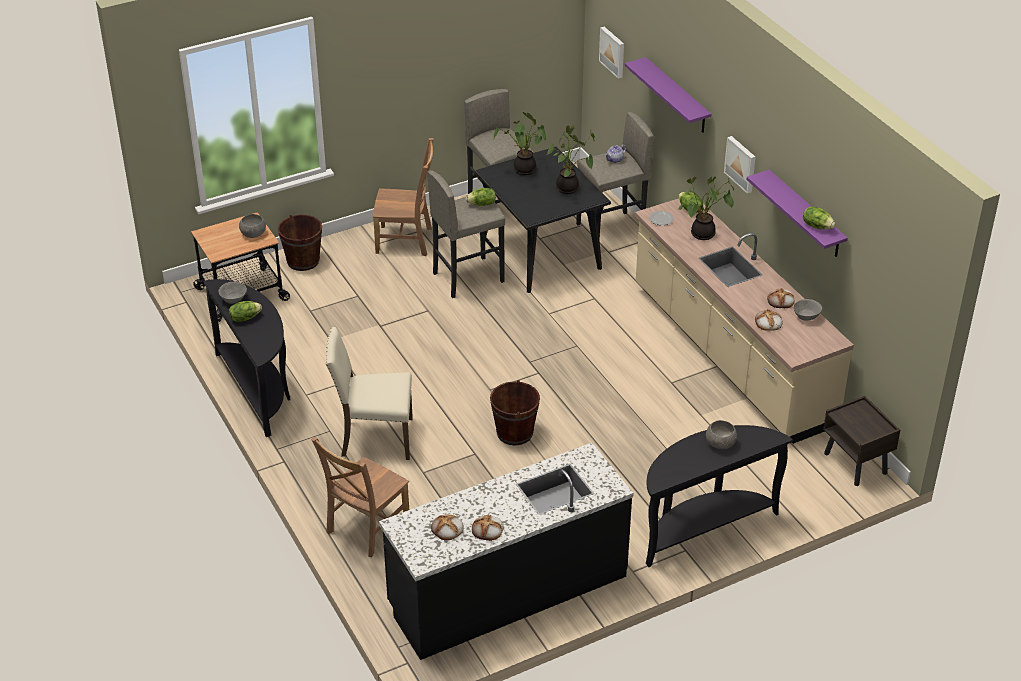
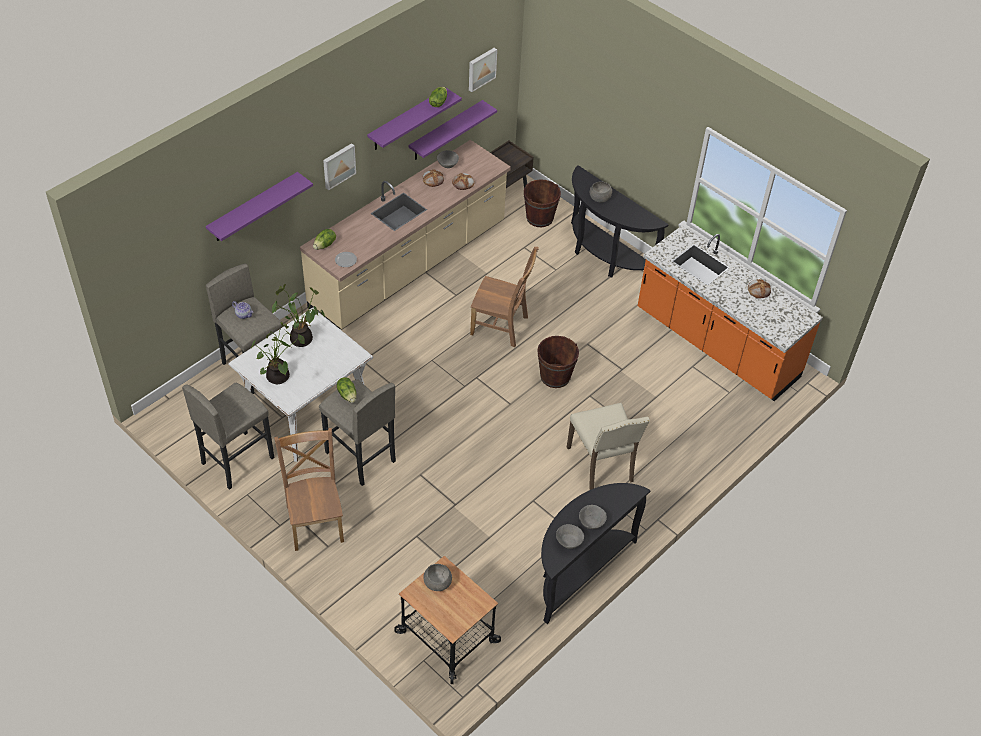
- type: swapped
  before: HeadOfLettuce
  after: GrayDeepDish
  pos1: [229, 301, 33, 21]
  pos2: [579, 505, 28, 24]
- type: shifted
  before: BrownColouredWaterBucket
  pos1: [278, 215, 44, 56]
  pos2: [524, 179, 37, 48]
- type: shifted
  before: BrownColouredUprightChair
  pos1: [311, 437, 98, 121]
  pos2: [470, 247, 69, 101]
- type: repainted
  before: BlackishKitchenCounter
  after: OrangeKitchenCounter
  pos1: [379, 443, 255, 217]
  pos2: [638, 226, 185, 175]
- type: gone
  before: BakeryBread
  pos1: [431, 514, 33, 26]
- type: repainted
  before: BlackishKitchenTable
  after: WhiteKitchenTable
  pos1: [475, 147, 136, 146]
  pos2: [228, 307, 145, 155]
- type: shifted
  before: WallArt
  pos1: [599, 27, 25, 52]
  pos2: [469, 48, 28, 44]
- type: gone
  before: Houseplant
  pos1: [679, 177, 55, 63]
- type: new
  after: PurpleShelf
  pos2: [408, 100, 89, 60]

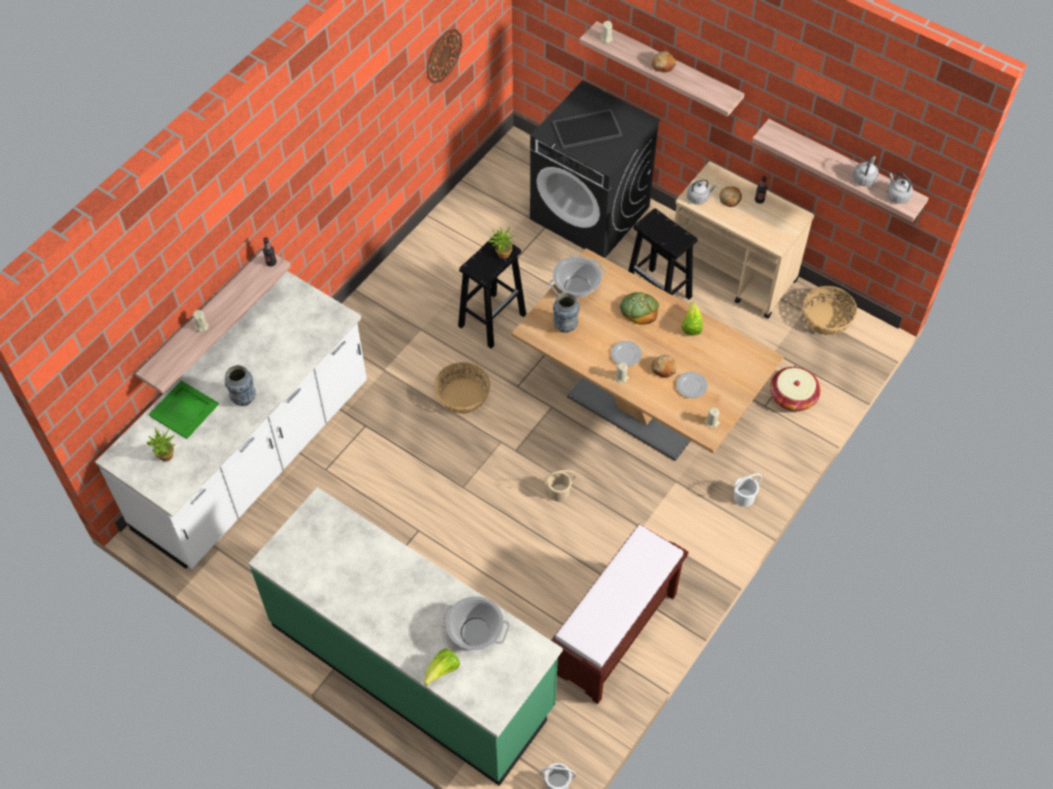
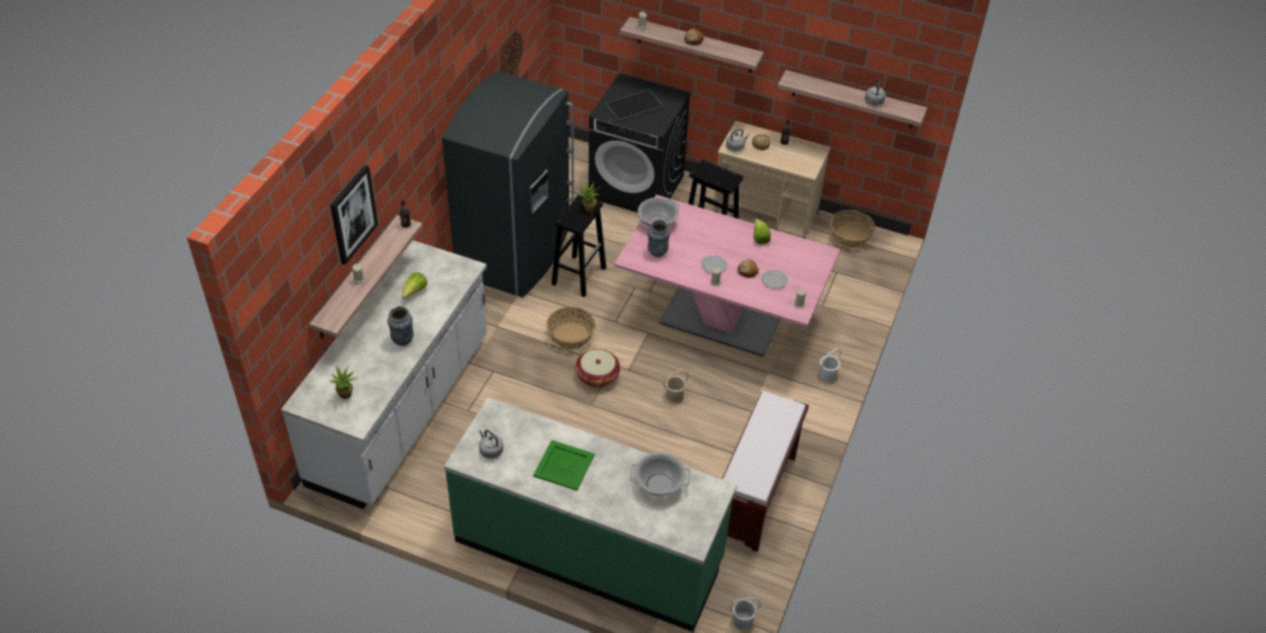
- type: shifted
  before: GreenishCarryingTray
  pos1: [149, 381, 70, 58]
  pos2: [533, 440, 62, 51]
- type: shifted
  before: HeadOfLettuce
  pos1: [424, 649, 36, 37]
  pos2: [402, 272, 26, 27]
- type: repainted
  before: BrownColouredKitchenTable
  after: PinkishKitchenTable
  pos1: [511, 248, 273, 213]
  pos2: [614, 195, 226, 162]
- type: gone
  before: BakeryBread
  pos1: [620, 292, 39, 32]
- type: shifted
  before: HouseholdBasket
  pos1: [770, 367, 51, 44]
  pos2: [575, 349, 45, 39]
- type: shifted
  before: GrayWaterKettle
  pos1: [887, 173, 26, 31]
  pos2: [479, 430, 24, 29]
- type: new
  after: WallArt
  pos2: [330, 165, 48, 100]
- type: new
  after: GrayRefrigerator
  pos2: [442, 71, 132, 227]

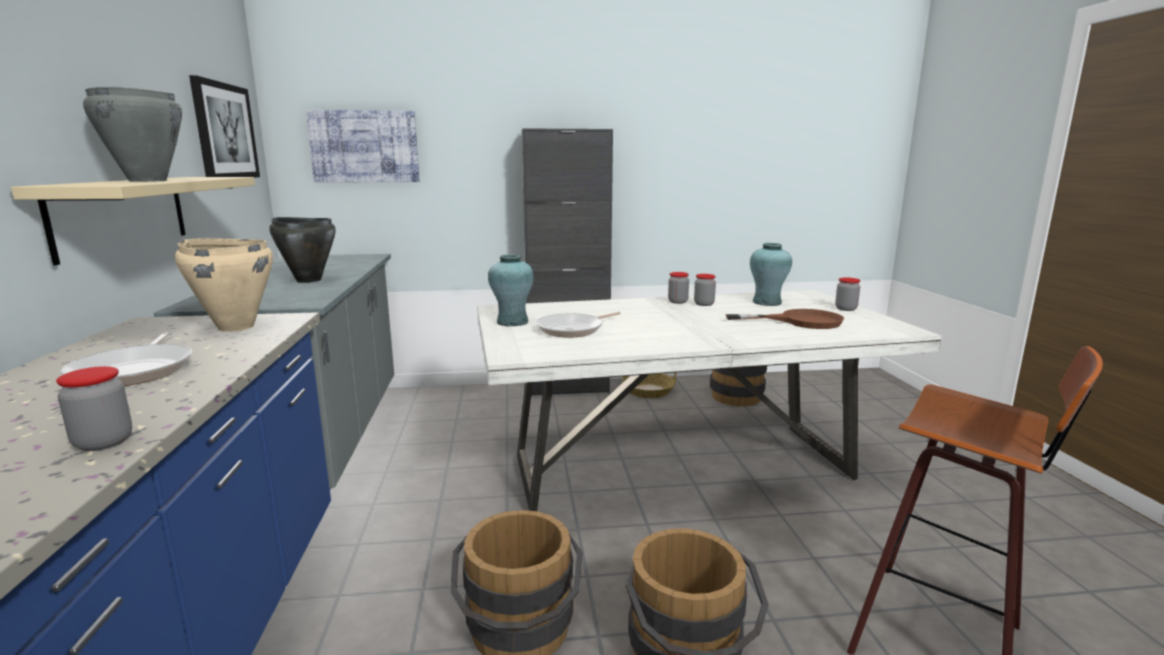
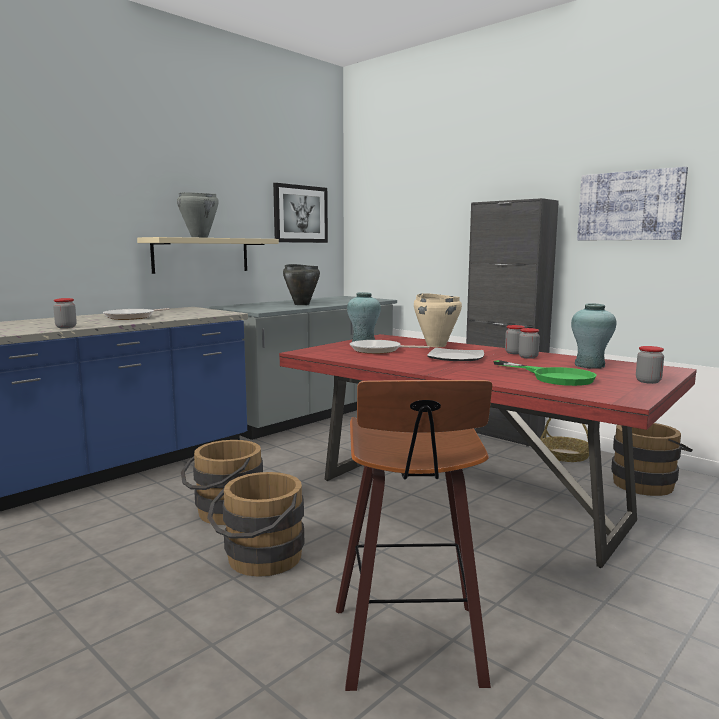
- type: shifted
  before: BeigeColouredCookingPot
  pos1: [175, 238, 98, 94]
  pos2: [414, 293, 48, 54]
- type: shifted
  before: WallArt
  pos1: [306, 110, 113, 72]
  pos2: [577, 167, 111, 73]
- type: repainted
  before: WhiteKitchenTable
  after: RedColouredKitchenTable
  pos1: [477, 290, 465, 221]
  pos2: [279, 334, 418, 234]
- type: repainted
  before: BrownColouredSkillet
  after: GreenishSkillet
  pos1: [726, 309, 118, 20]
  pos2: [493, 360, 104, 26]
- type: new
  after: Plate
  pos2: [427, 348, 57, 13]

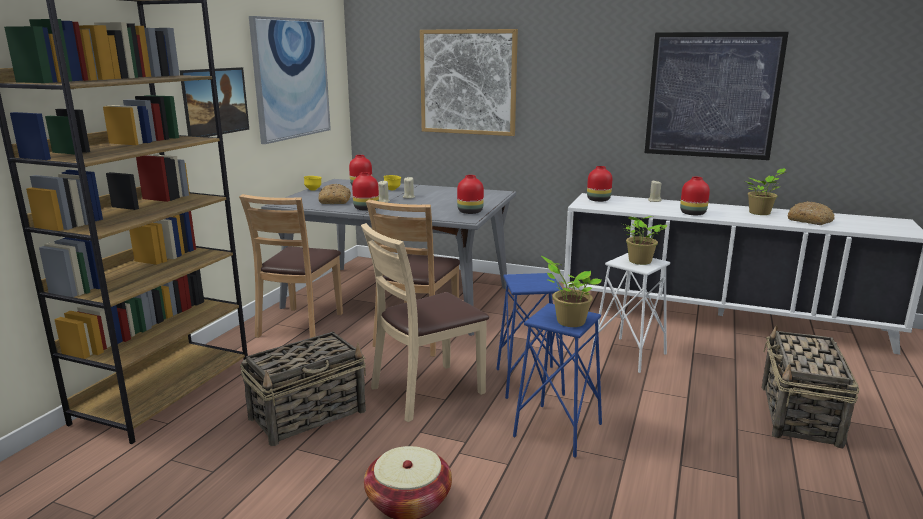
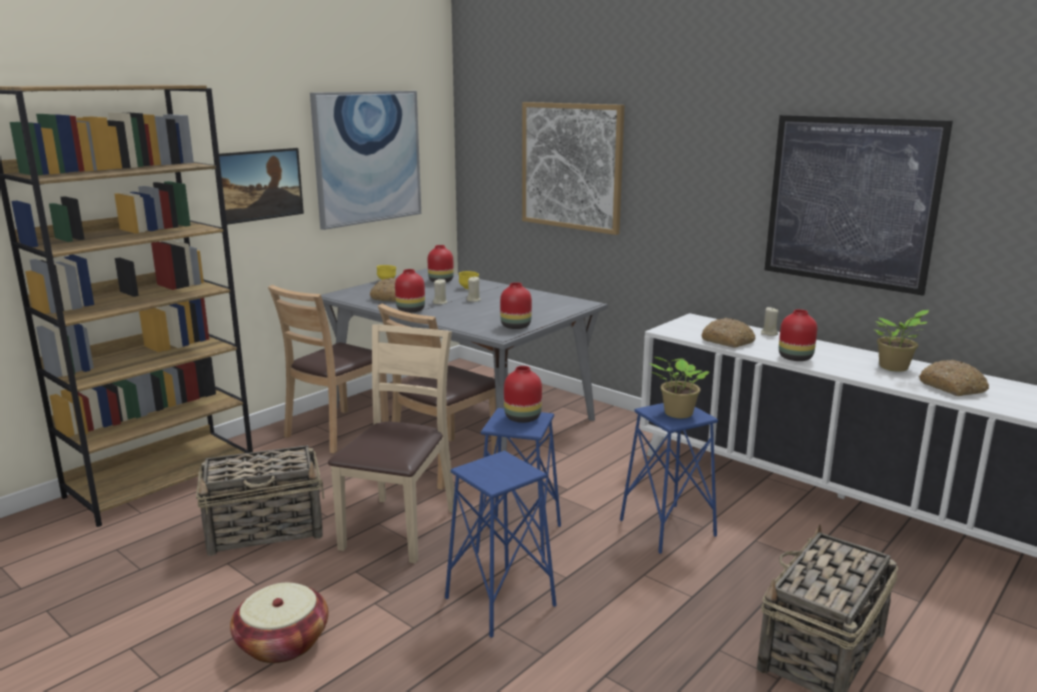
- type: rotated
  before: BeigeColouredUprightChair
  pos1: [361, 223, 128, 199]
  pos2: [328, 324, 129, 239]
  turn: 120
- type: gone
  before: Houseplant
  pos1: [541, 256, 61, 71]
- type: shifted
  before: RedColouredFlowerVase
  pos1: [587, 166, 25, 36]
  pos2: [504, 366, 38, 57]
- type: repainted
  before: WhiteStoolSeat
  after: BluishStoolSeat
  pos1: [591, 253, 79, 120]
  pos2: [620, 403, 98, 151]
- type: new
  after: BakeryBread
  pos2: [701, 318, 55, 30]

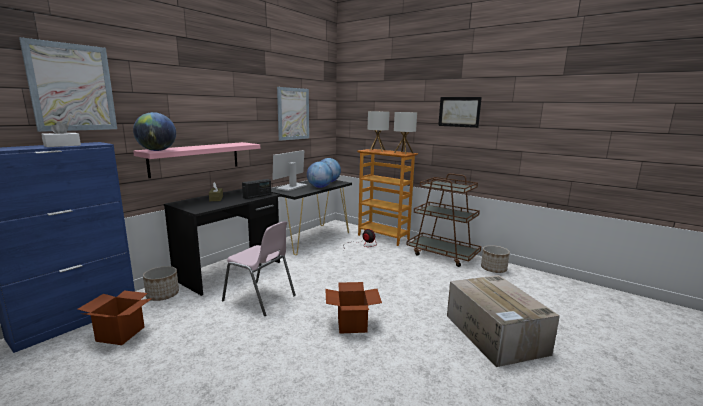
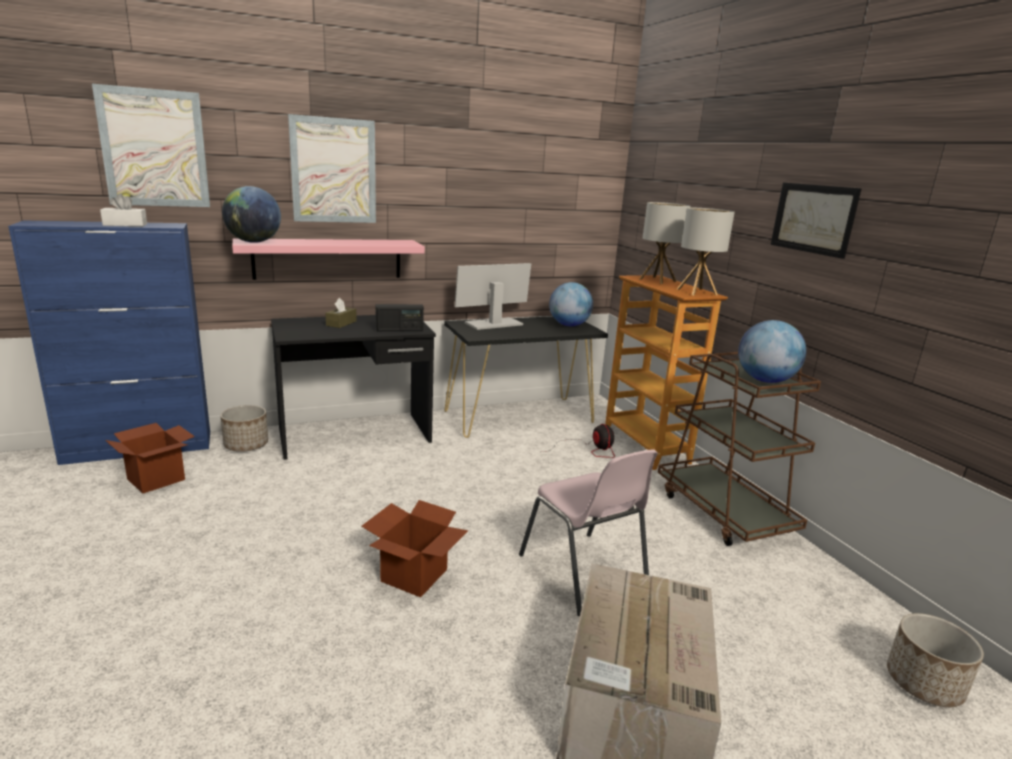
- type: shifted
  before: PinkishUprightChair
  pos1: [222, 221, 74, 95]
  pos2: [519, 449, 139, 167]
- type: shifted
  before: WallArt
  pos1: [277, 87, 32, 54]
  pos2: [288, 114, 88, 109]
- type: shifted
  before: DeskGlobe
  pos1: [307, 162, 26, 26]
  pos2: [738, 320, 69, 63]
- type: shifted
  before: FlowerPot
  pos1: [481, 245, 29, 28]
  pos2: [887, 613, 97, 94]

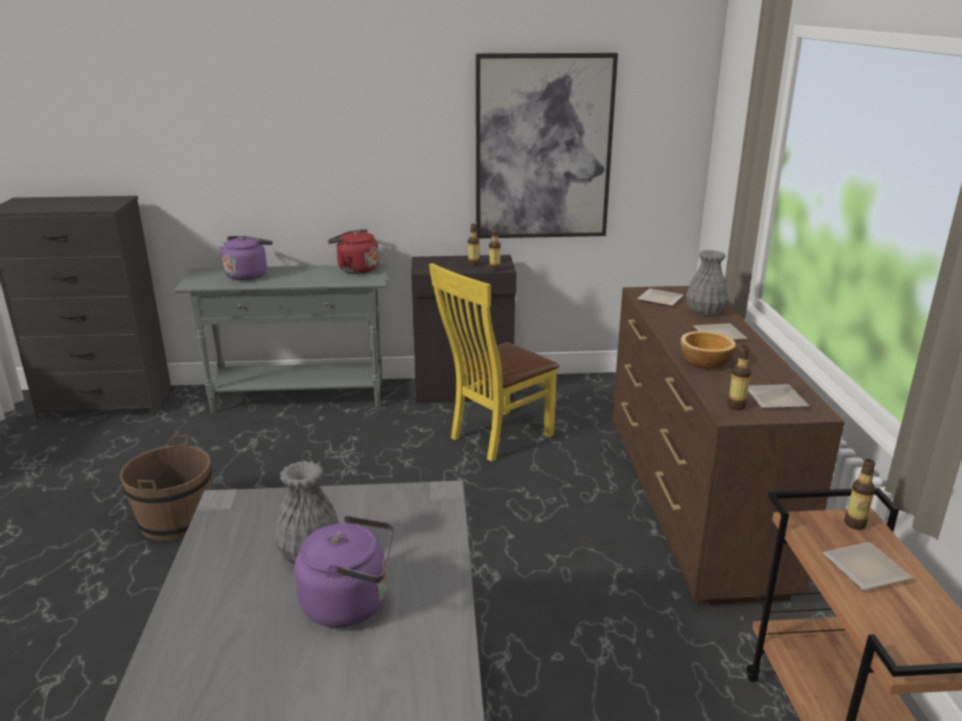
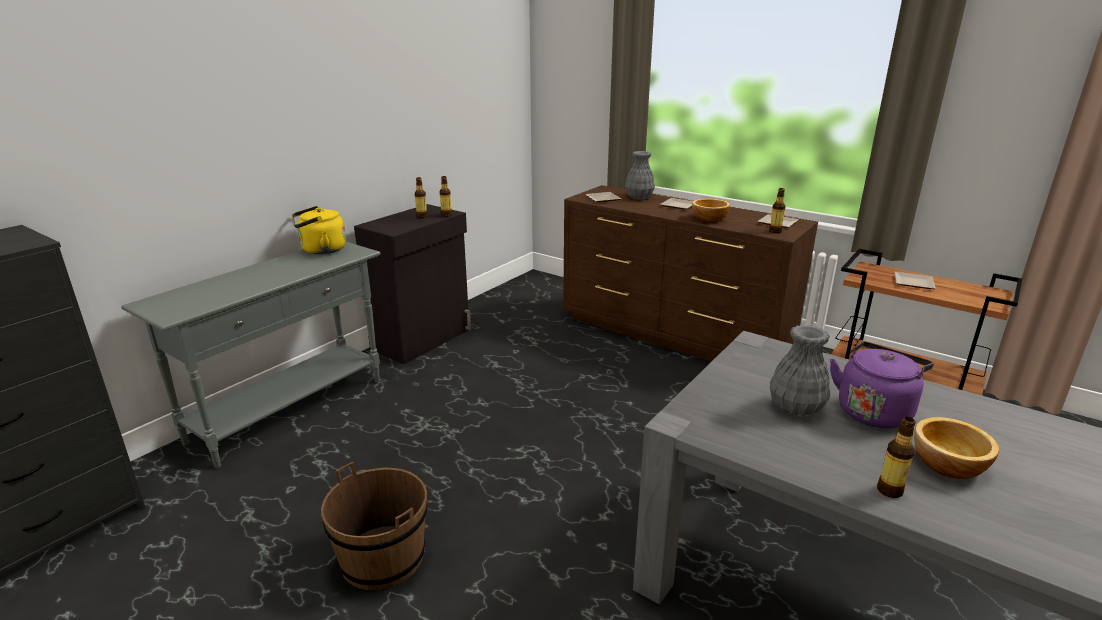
- type: gone
  before: PurpleWaterKettle
  pos1: [220, 236, 53, 44]
- type: repainted
  before: RedColouredWaterKettle
  after: YellowishWaterKettle
  pos1: [328, 229, 51, 45]
  pos2: [292, 206, 54, 48]
- type: gone
  before: YellowishUprightChair
  pos1: [429, 263, 130, 199]
- type: gone
  before: WallArt
  pos1: [476, 53, 142, 185]
- type: shifted
  before: DrinkBottle
  pos1: [844, 459, 31, 71]
  pos2: [877, 417, 39, 81]
- type: new
  after: DeepDish
  pos2: [914, 417, 85, 62]

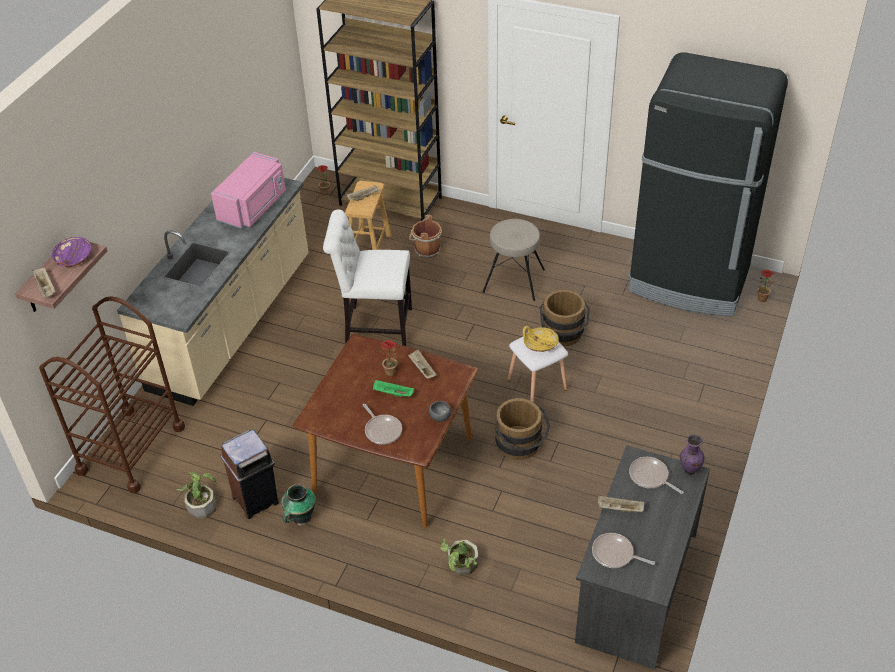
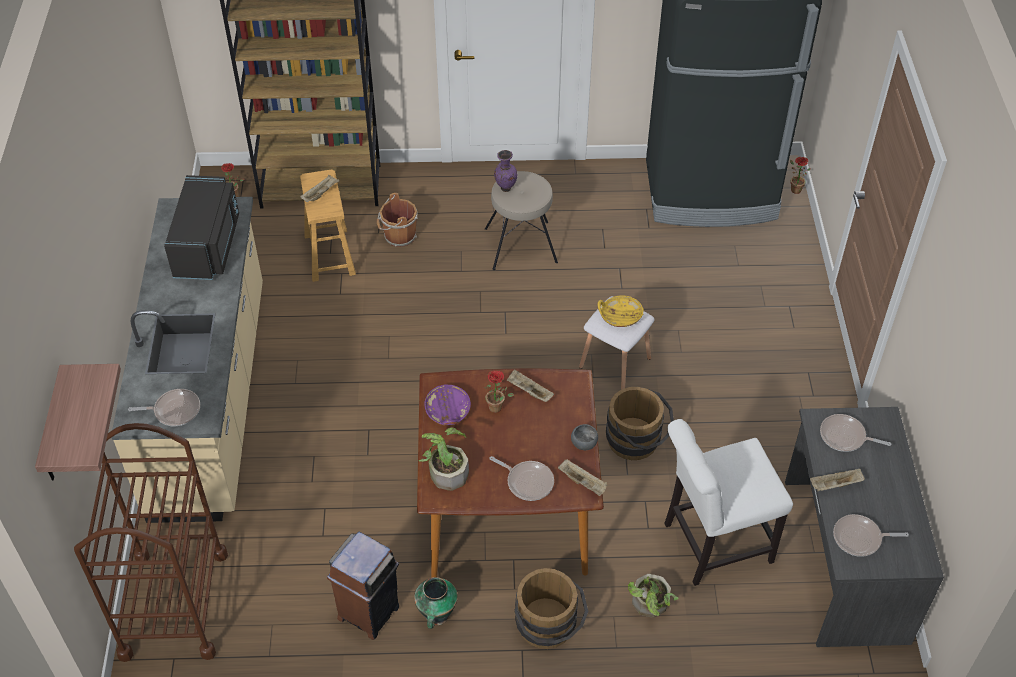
- type: shifted
  before: BeigeColouredCarryingTray
  pos1: [33, 267, 22, 30]
  pos2: [558, 459, 49, 37]
- type: shifted
  before: PurpleDeepDish
  pos1: [52, 237, 39, 30]
  pos2: [424, 384, 47, 42]
- type: shifted
  before: Houseplant
  pos1: [176, 472, 41, 47]
  pos2: [419, 428, 50, 63]
- type: repainted
  before: PinkishMicrowaveOven
  after: BlackishMicrowaveOven
  pos1: [211, 152, 75, 77]
  pos2: [164, 175, 75, 105]
- type: shifted
  before: WhiteUprightChair
  pos1: [323, 210, 89, 136]
  pos2: [664, 419, 129, 167]
- type: gone
  before: GreenishCarryingTray
  pos1: [373, 380, 41, 17]
- type: shifted
  before: BrownColouredWaterBucket
  pos1: [539, 290, 51, 56]
  pos2: [514, 568, 74, 81]
- type: shifted
  before: PurpleFlowerVase
  pos1: [680, 435, 25, 40]
  pos2: [494, 150, 23, 42]
- type: new
  after: Skillet
  pos2: [128, 389, 72, 37]

